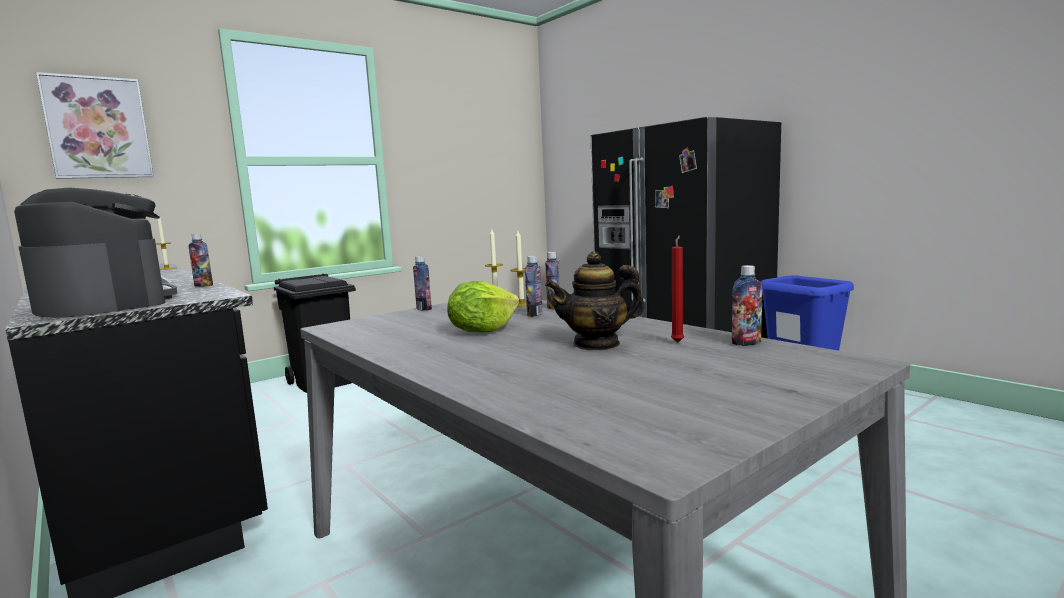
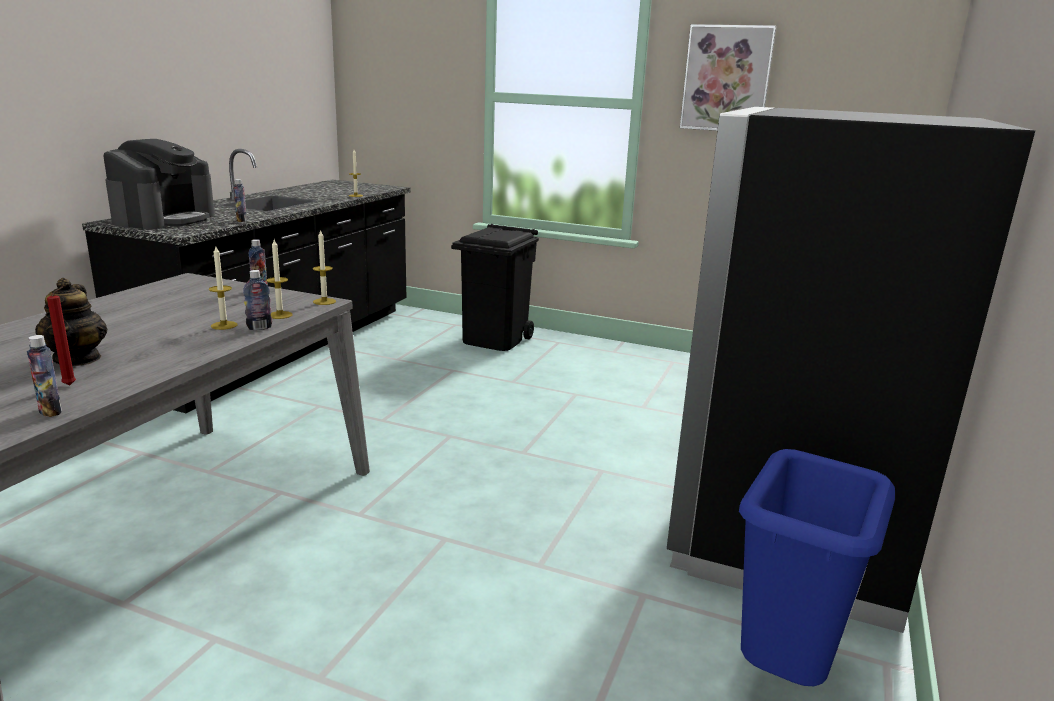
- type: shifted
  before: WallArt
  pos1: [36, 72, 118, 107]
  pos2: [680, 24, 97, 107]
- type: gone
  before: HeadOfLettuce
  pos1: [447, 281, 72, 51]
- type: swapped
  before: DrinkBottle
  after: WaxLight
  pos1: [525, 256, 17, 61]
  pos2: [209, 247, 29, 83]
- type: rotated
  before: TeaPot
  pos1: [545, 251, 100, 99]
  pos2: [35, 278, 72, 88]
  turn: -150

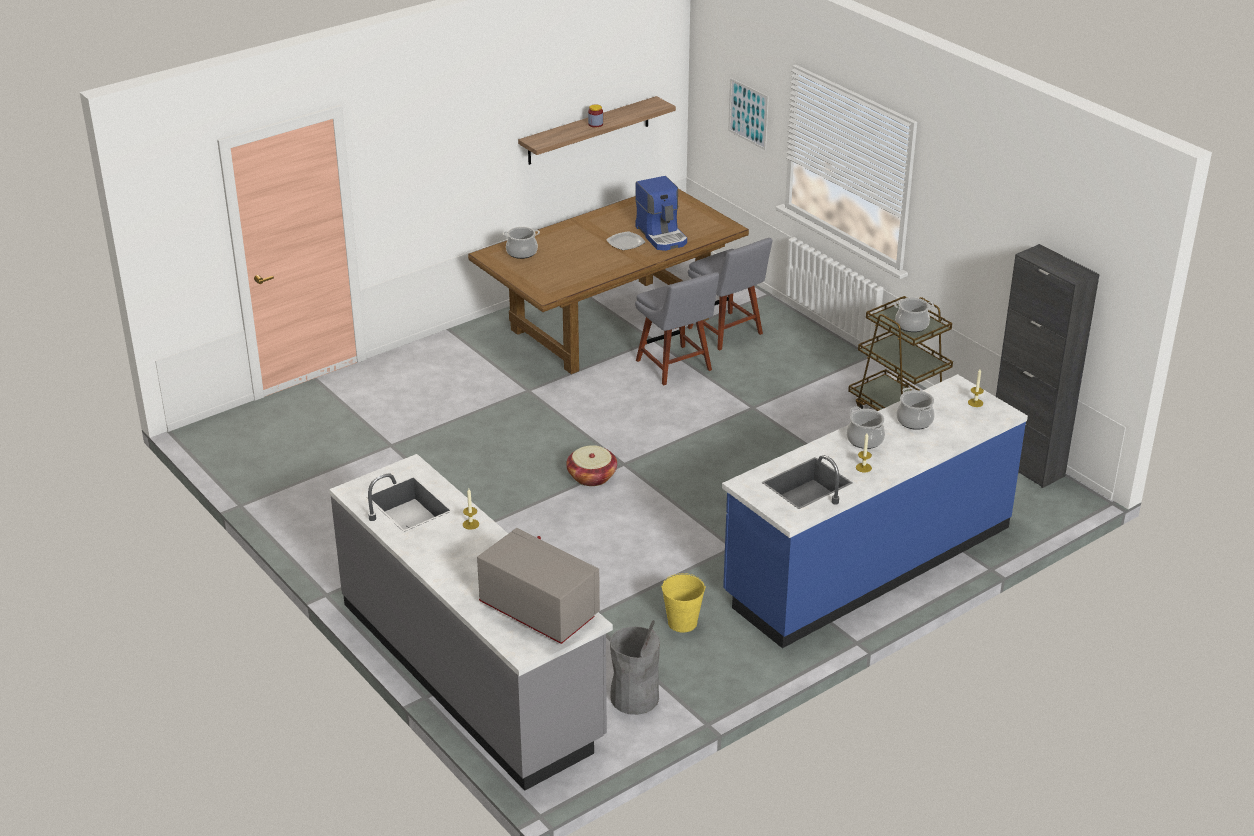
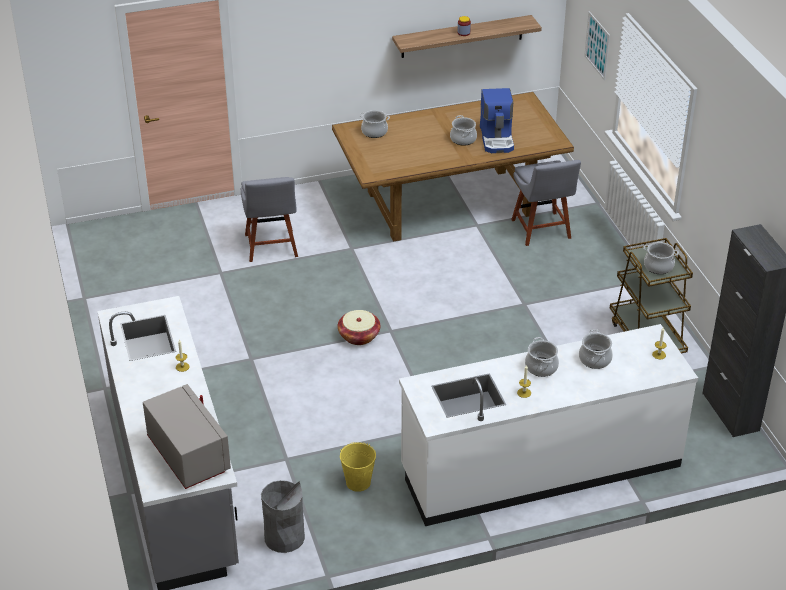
- type: swapped
  before: Plate
  after: CookingPot
  pos1: [606, 231, 39, 19]
  pos2: [450, 115, 27, 30]
- type: shifted
  before: GrayUprightChair
  pos1: [635, 272, 84, 114]
  pos2: [241, 177, 57, 85]
- type: repainted
  before: BluishKitchenCounter
  after: WhiteKitchenCounter
  pos1: [722, 374, 306, 274]
  pos2: [399, 324, 299, 202]

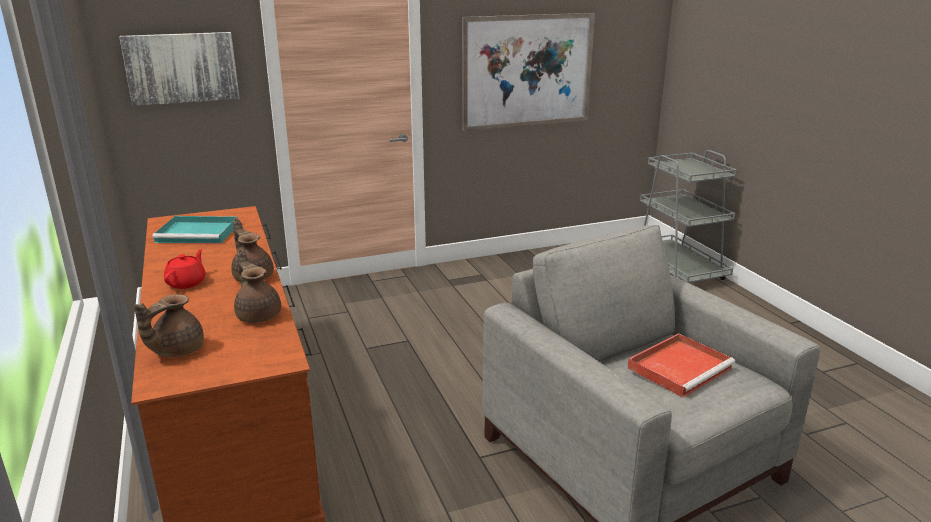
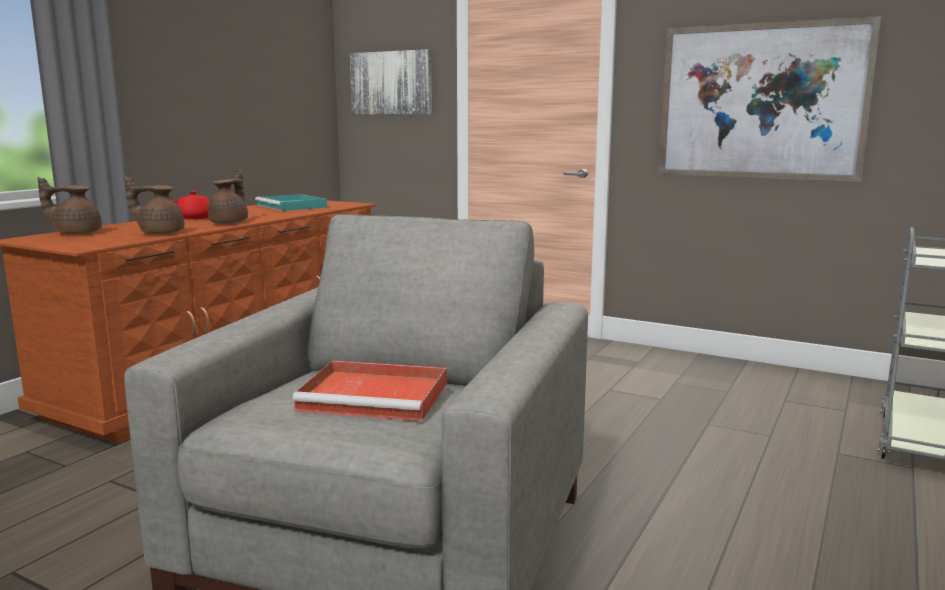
- type: rotated
  before: BrownColouredTeaPot
  pos1: [234, 249, 47, 74]
  pos2: [125, 176, 60, 58]
  turn: -105

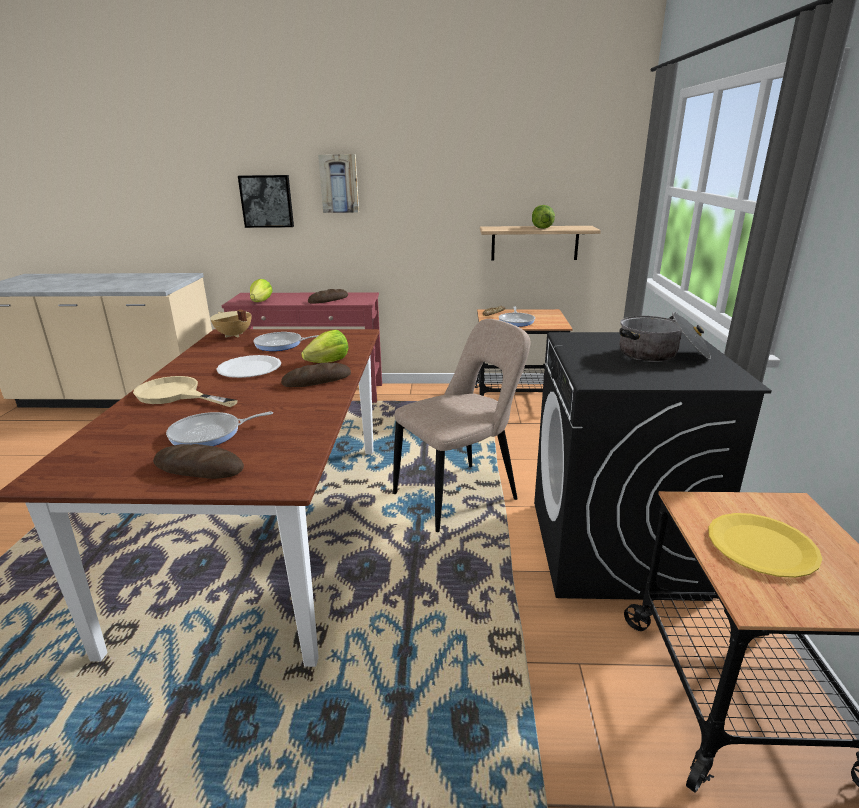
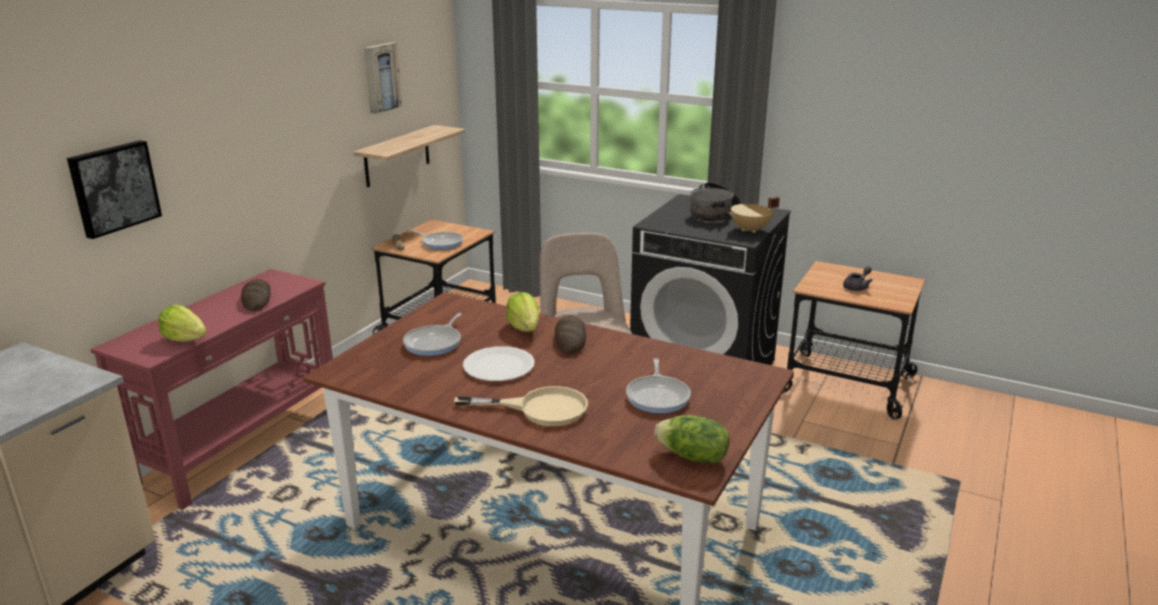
- type: rotated
  before: BeigeColouredSkillet
  pos1: [133, 376, 105, 31]
  pos2: [454, 386, 134, 40]
  turn: -135
- type: gone
  before: BakeryBread
  pos1: [153, 444, 91, 35]
- type: shifted
  before: BeigeColouredCookingPot
  pos1: [210, 310, 41, 28]
  pos2: [728, 196, 52, 37]
- type: shifted
  before: WallArt
  pos1: [318, 154, 41, 59]
  pos2: [364, 42, 38, 72]
- type: shifted
  before: HeadOfLettuce
  pos1: [532, 205, 23, 24]
  pos2: [654, 415, 76, 48]
- type: swapped
  before: YellowishPlate
  after: GrayTeaPot
  pos1: [708, 513, 114, 65]
  pos2: [843, 266, 30, 25]

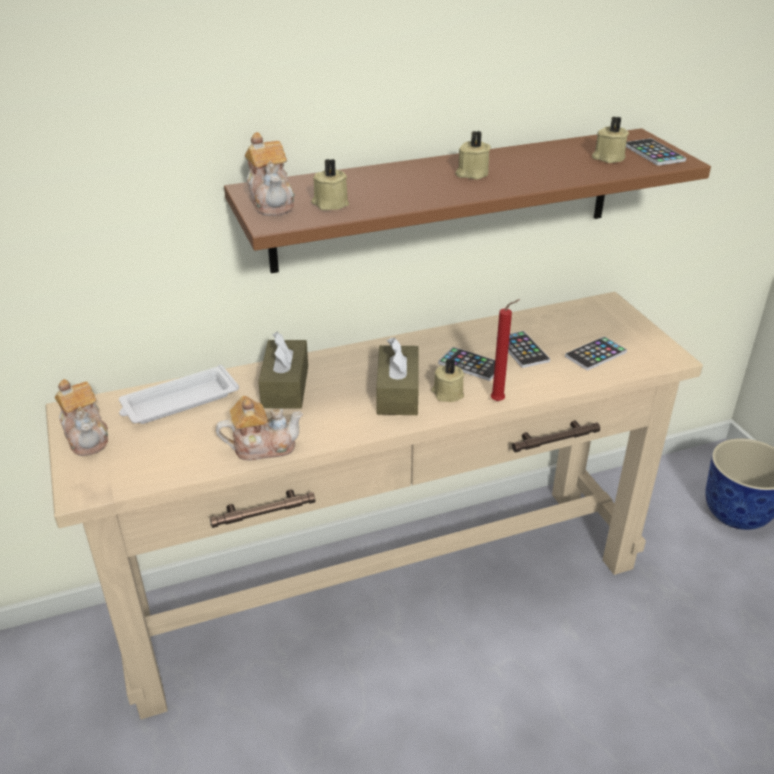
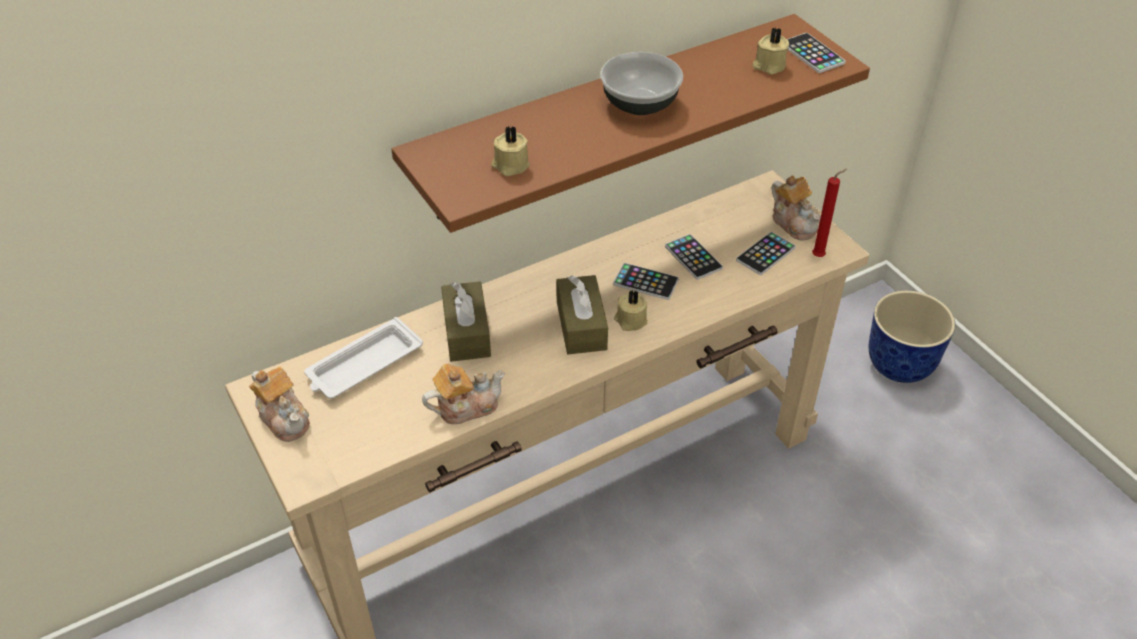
- type: shifted
  before: TeaPot
  pos1: [245, 132, 50, 84]
  pos2: [771, 175, 50, 66]
- type: swapped
  before: BeigeColouredWaxLight
  after: DeepDish
  pos1: [455, 131, 36, 49]
  pos2: [600, 52, 83, 63]
- type: shifted
  before: RedColouredWaxLight
  pos1: [491, 299, 28, 103]
  pos2: [812, 169, 35, 88]

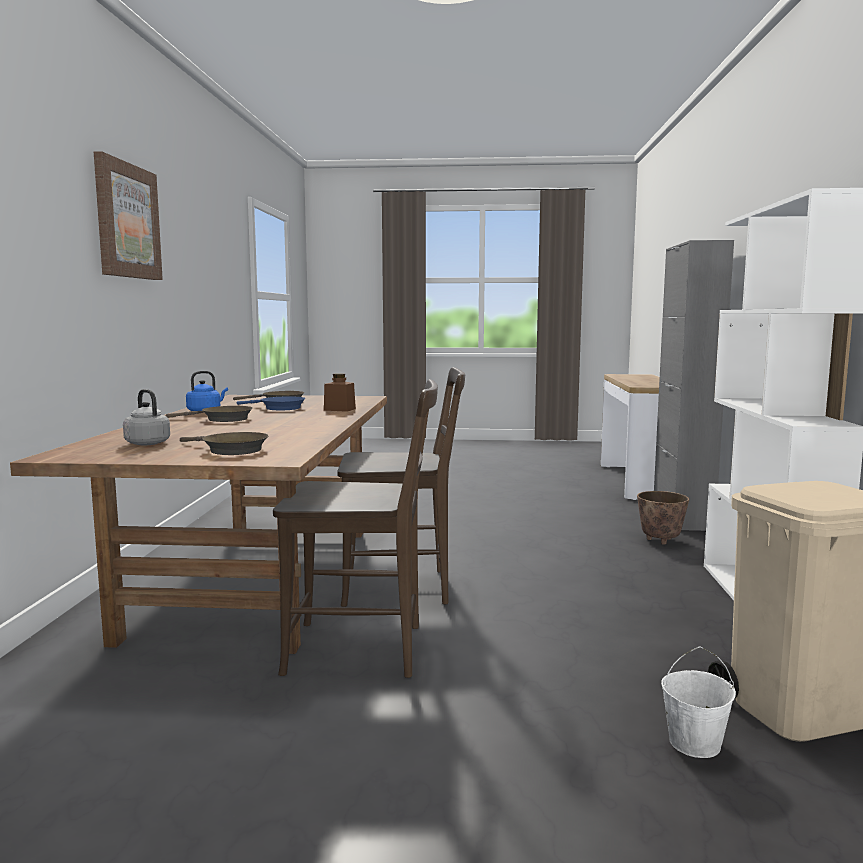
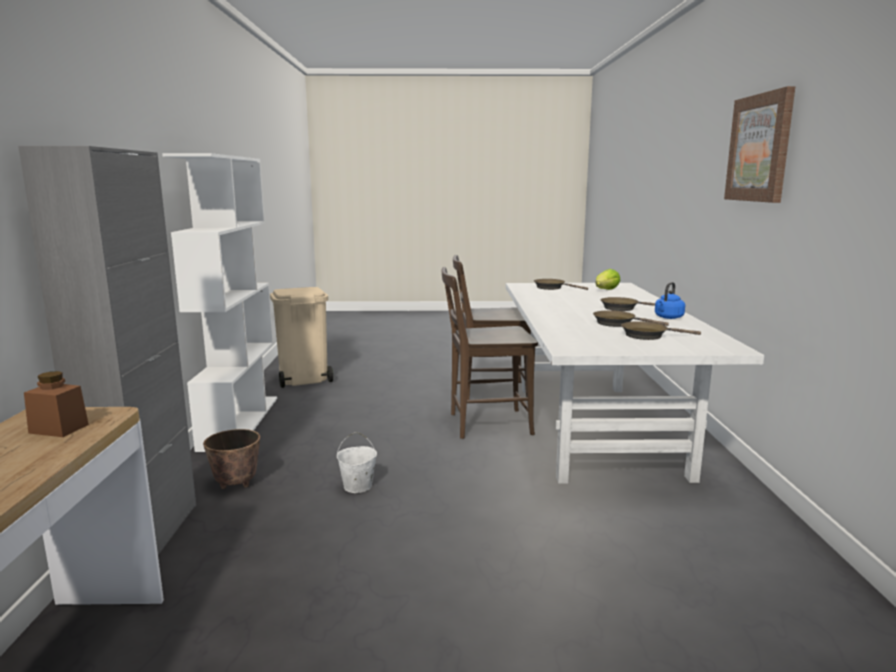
- type: repainted
  before: BrownColouredKitchenTable
  after: WhiteKitchenTable
  pos1: [10, 395, 377, 259]
  pos2: [506, 283, 258, 201]
- type: swapped
  before: GrayWaterKettle
  after: HeadOfLettuce
  pos1: [123, 389, 47, 56]
  pos2: [595, 269, 26, 21]
- type: repainted
  before: BluishSkillet
  after: BrownColouredSkillet
  pos1: [237, 396, 69, 14]
  pos2: [593, 310, 76, 17]
- type: shifted
  before: BrownColouredPreserveJar
  pos1: [324, 373, 32, 39]
  pos2: [24, 371, 65, 66]
- type: shifted
  before: WhiteWaterBucket
  pos1: [661, 646, 75, 112]
  pos2: [337, 432, 40, 61]

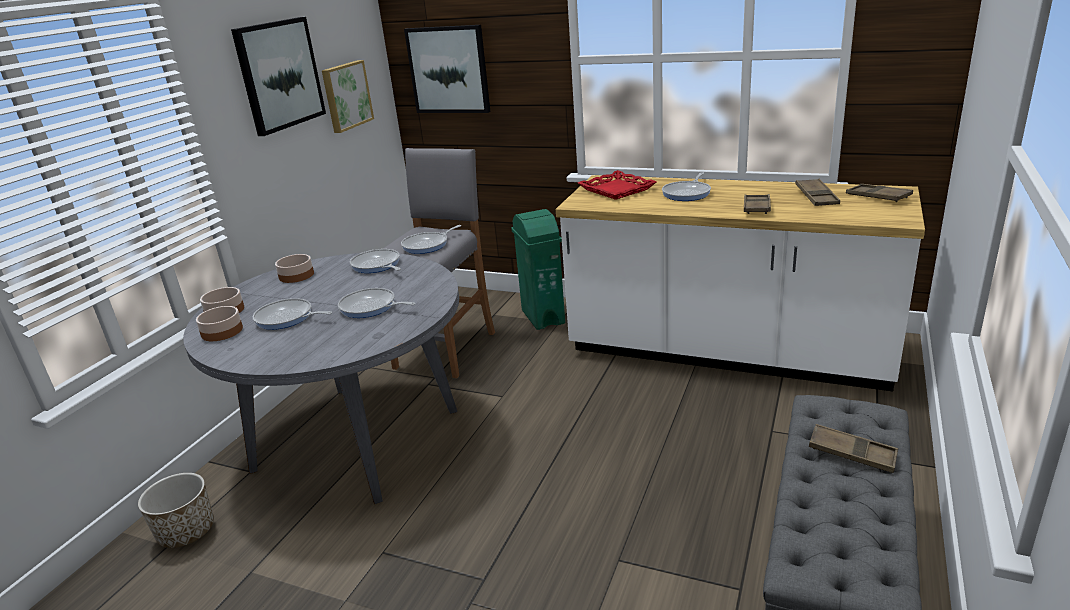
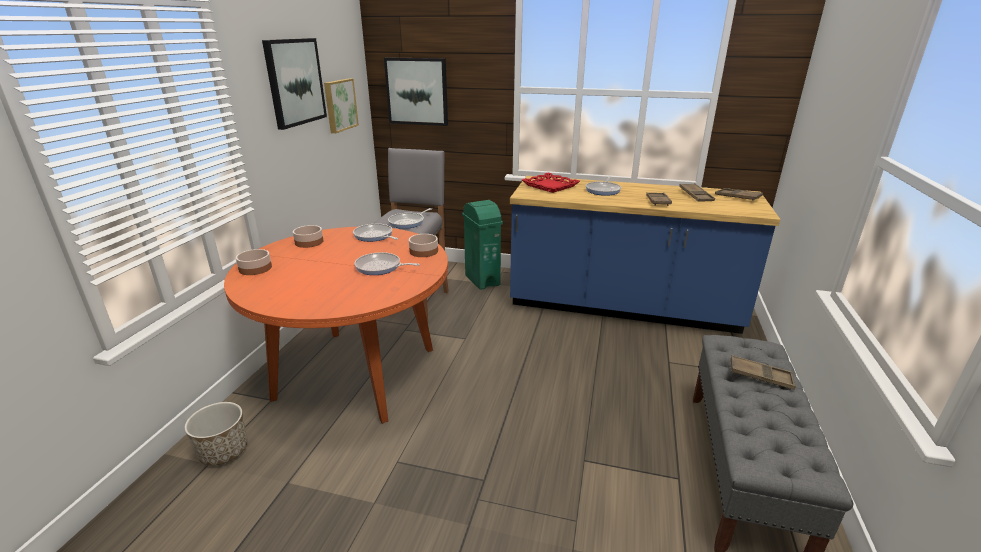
- type: repainted
  before: GrayKitchenTable
  after: OrangeKitchenTable
  pos1: [183, 253, 276, 251]
  pos2: [224, 227, 224, 197]
- type: shifted
  before: DeepDish
  pos1: [196, 306, 47, 35]
  pos2: [409, 234, 29, 23]
- type: gone
  before: Skillet
  pos1: [253, 298, 79, 32]
- type: repainted
  before: WhiteKitchenCounter
  after: BluishKitchenCounter
  pos1: [556, 175, 369, 216]
  pos2: [510, 176, 270, 158]

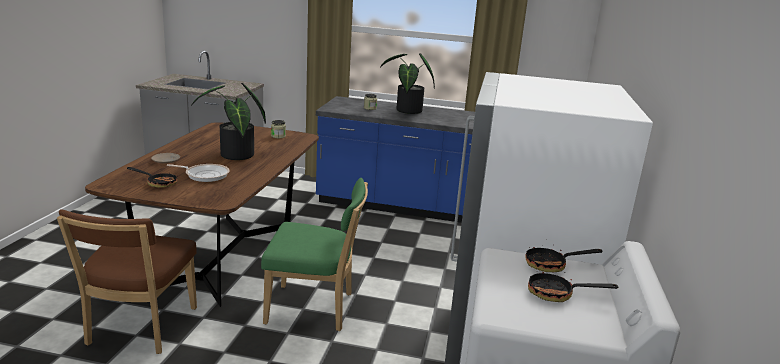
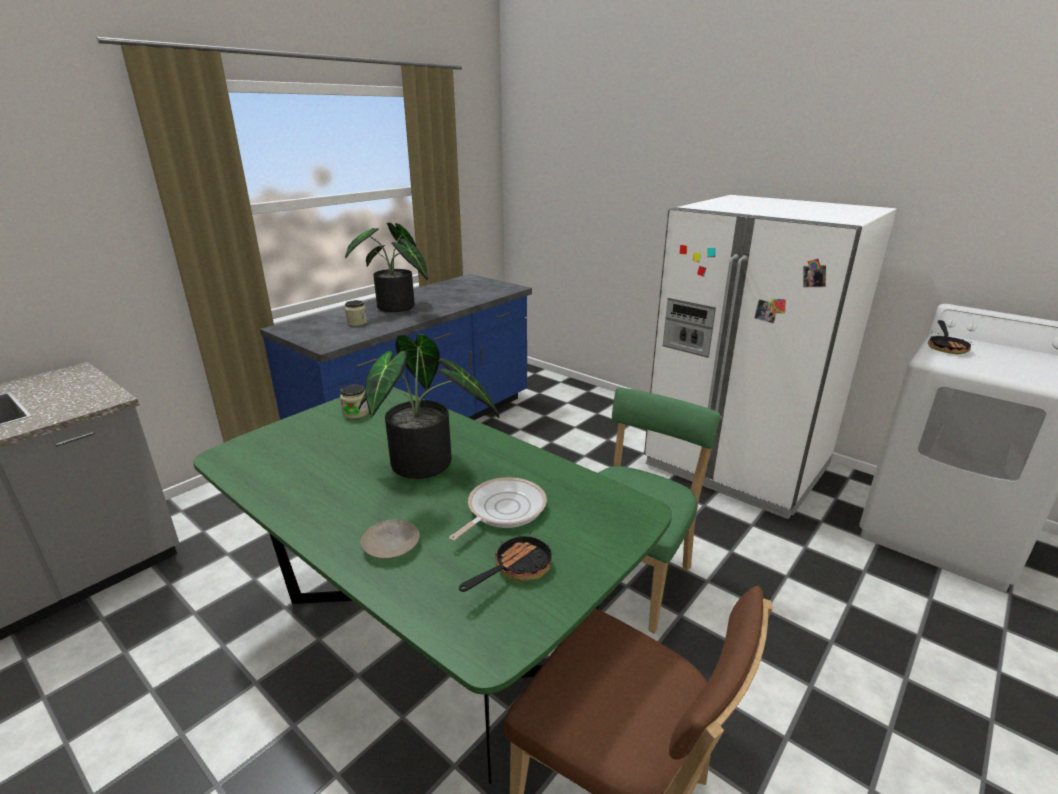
- type: repainted
  before: BrownColouredKitchenTable
  after: GreenishKitchenTable
  pos1: [85, 122, 234, 185]
  pos2: [193, 387, 479, 397]
- type: gone
  before: Skillet
  pos1: [528, 271, 90, 31]

